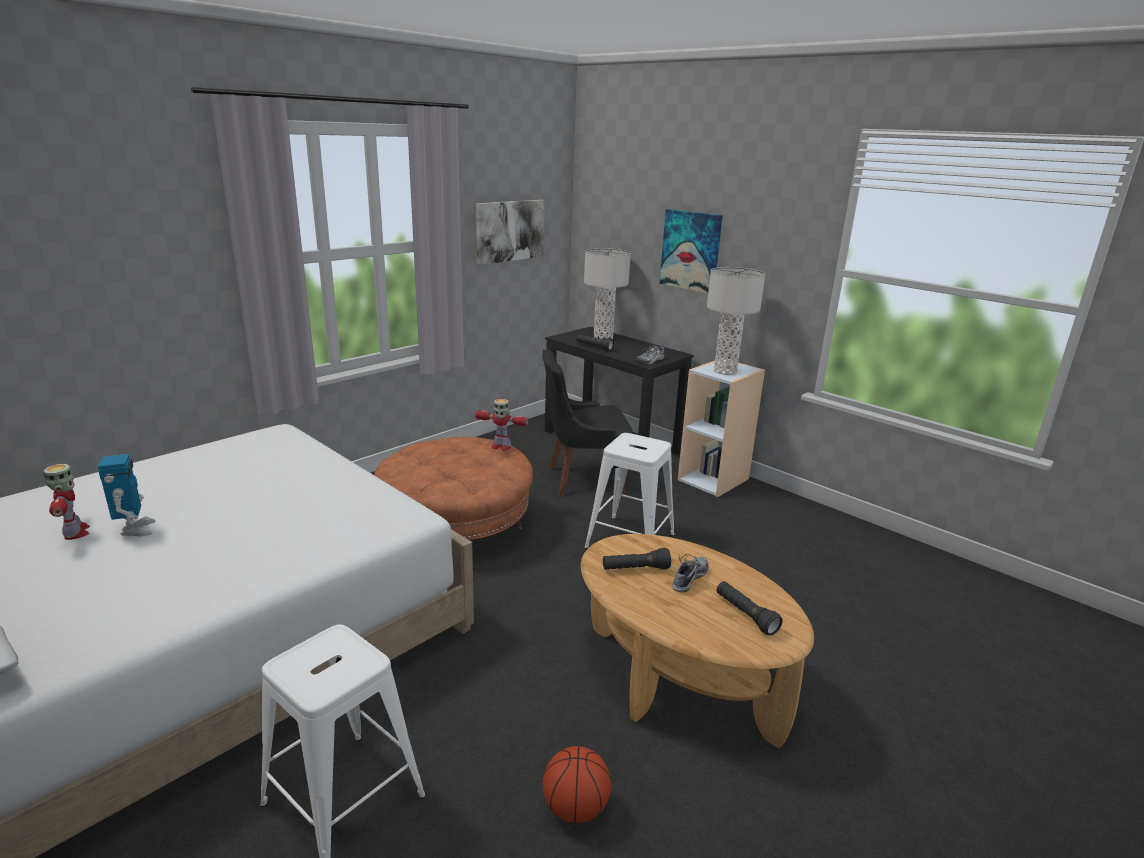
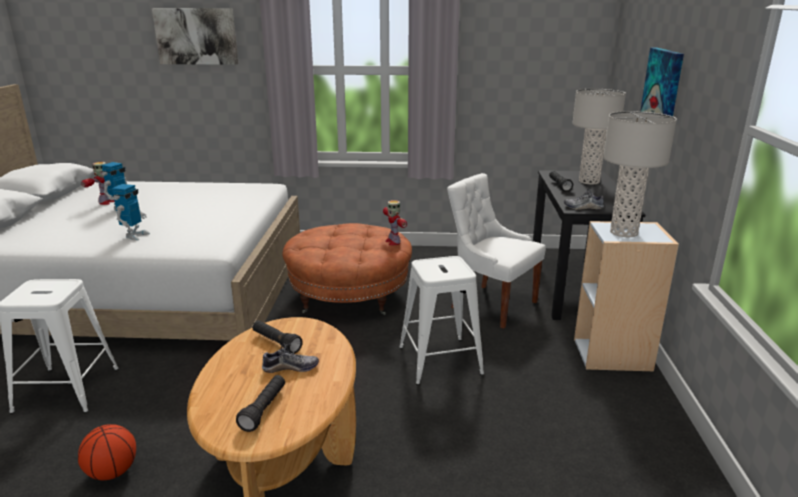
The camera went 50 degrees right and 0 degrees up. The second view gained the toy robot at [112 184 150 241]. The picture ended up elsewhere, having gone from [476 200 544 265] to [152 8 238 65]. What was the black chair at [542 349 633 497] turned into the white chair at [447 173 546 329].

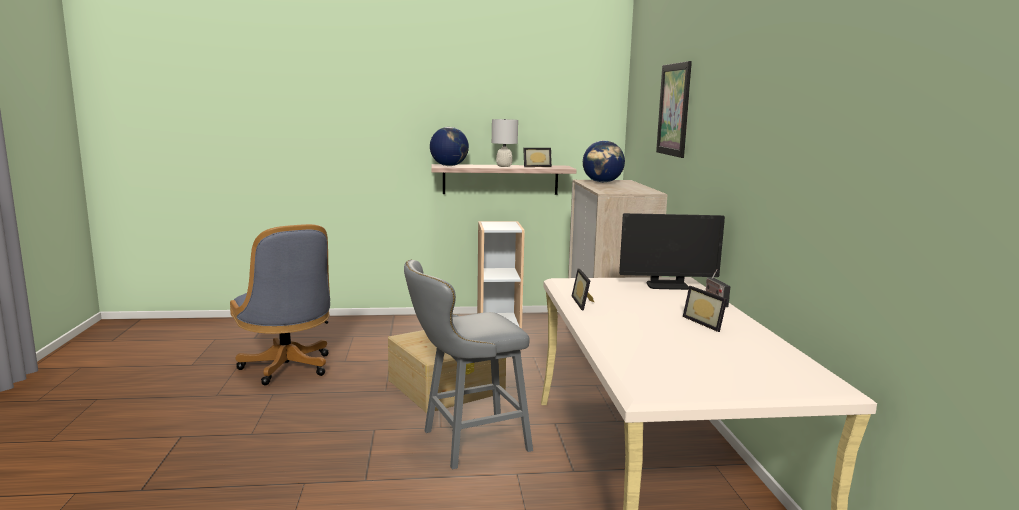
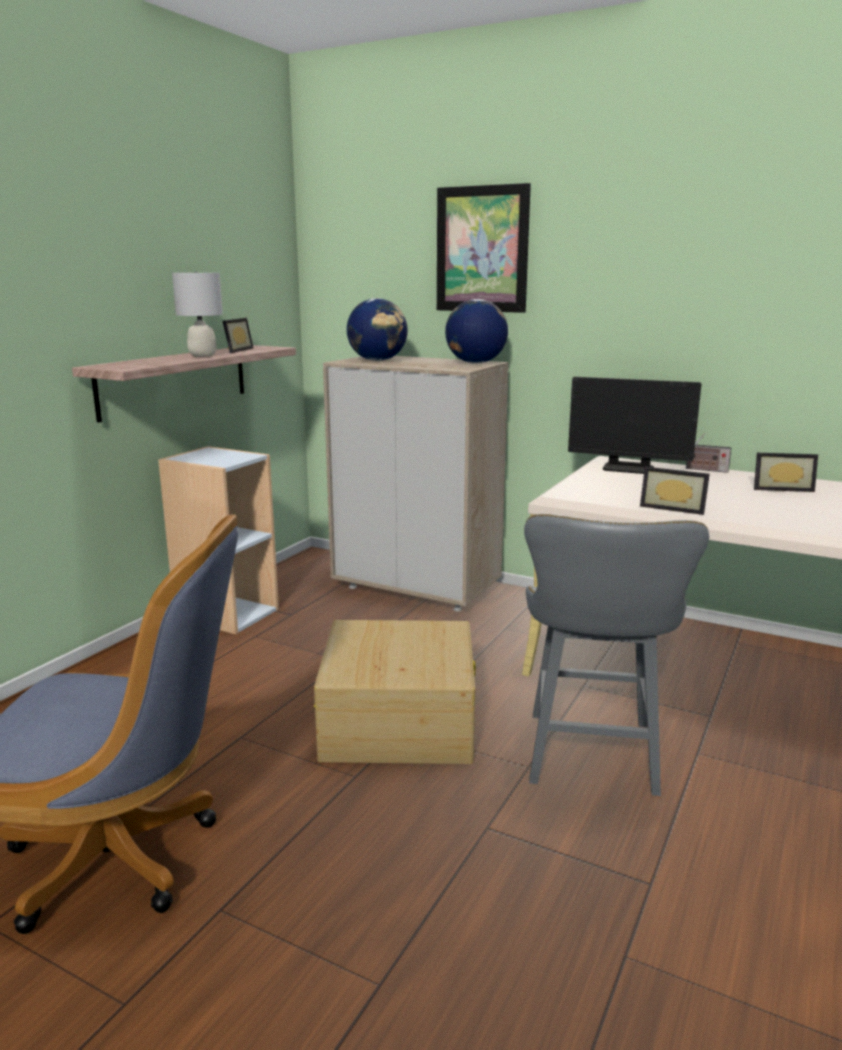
The camera went 55 degrees left and 5 degrees up. The globe ended up elsewhere, having gone from [430 127 469 166] to [445 299 508 364]. The monitor at [619 213 725 290] ended up facing another way, 75 degrees clockwise from before.

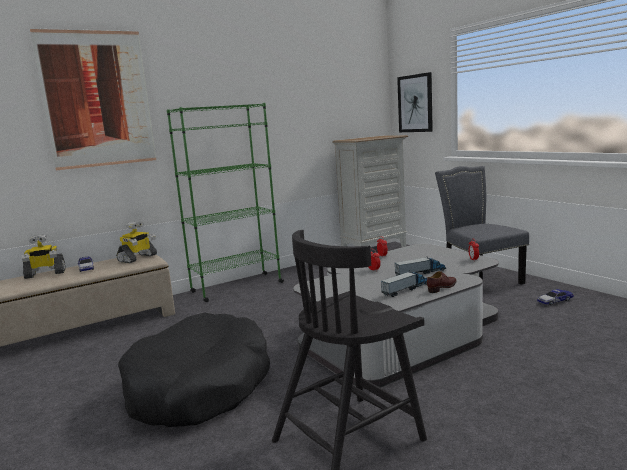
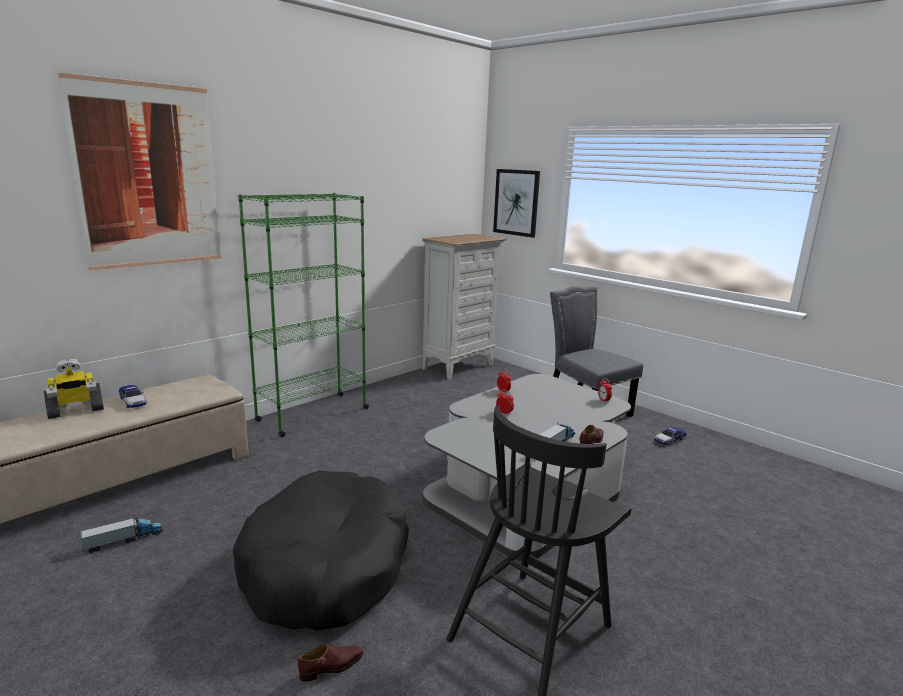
The camera went 15 degrees left and 5 degrees up. The toy truck ended up elsewhere, having gone from [395 256 446 275] to [80 516 163 553]. The second view gained the brown shoe at [298 643 363 682]. The second view lost the toy robot at [116 221 157 263].

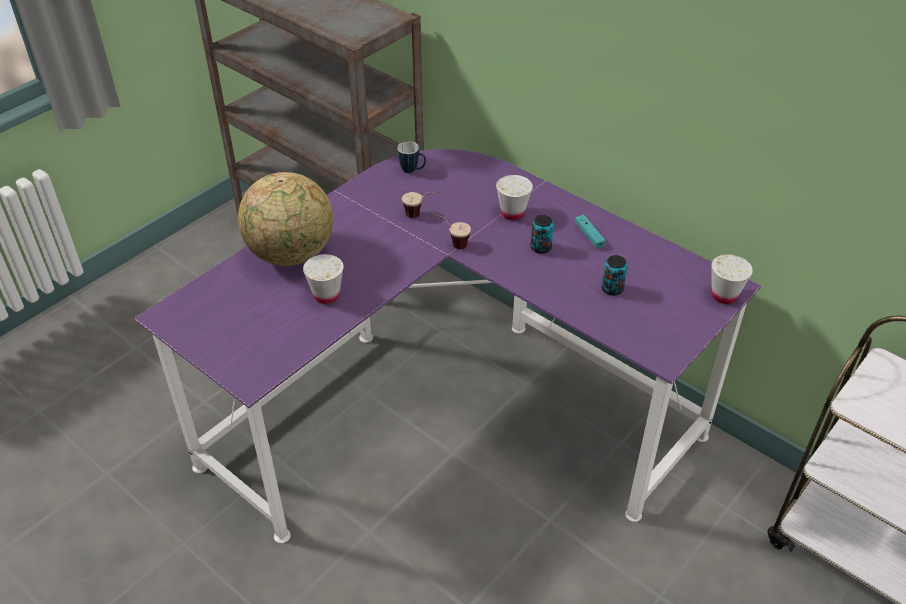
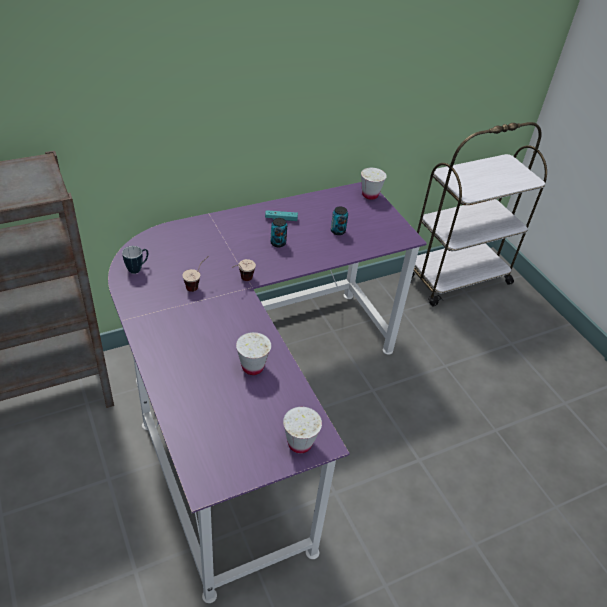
The camera went 70 degrees left and 0 degrees up. The white cup ended up elsewhere, having gone from [496 175 533 220] to [283 407 322 453]. The second view lost the globe at [238 172 333 266].

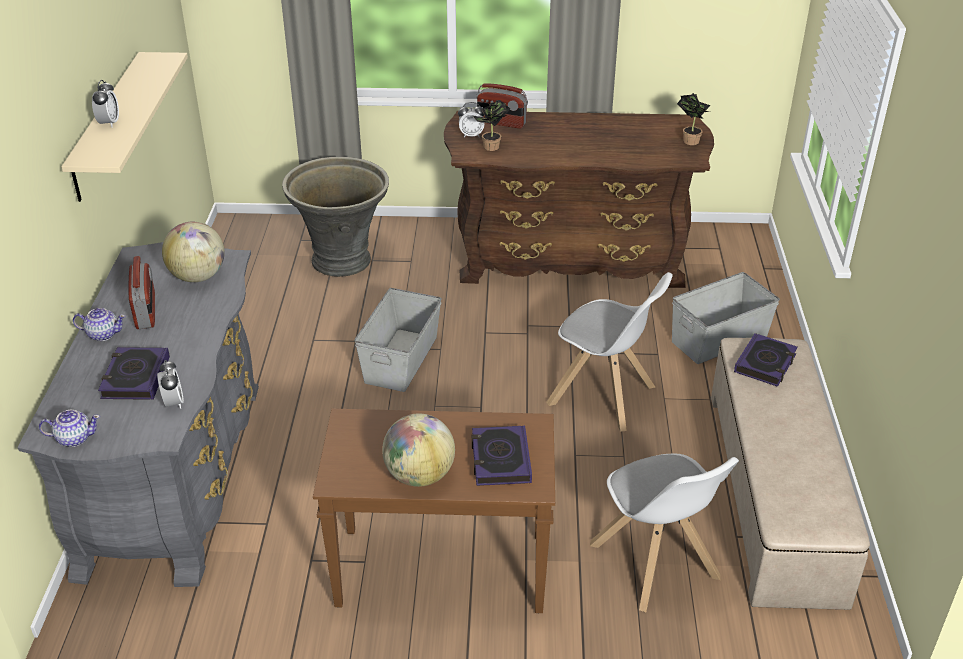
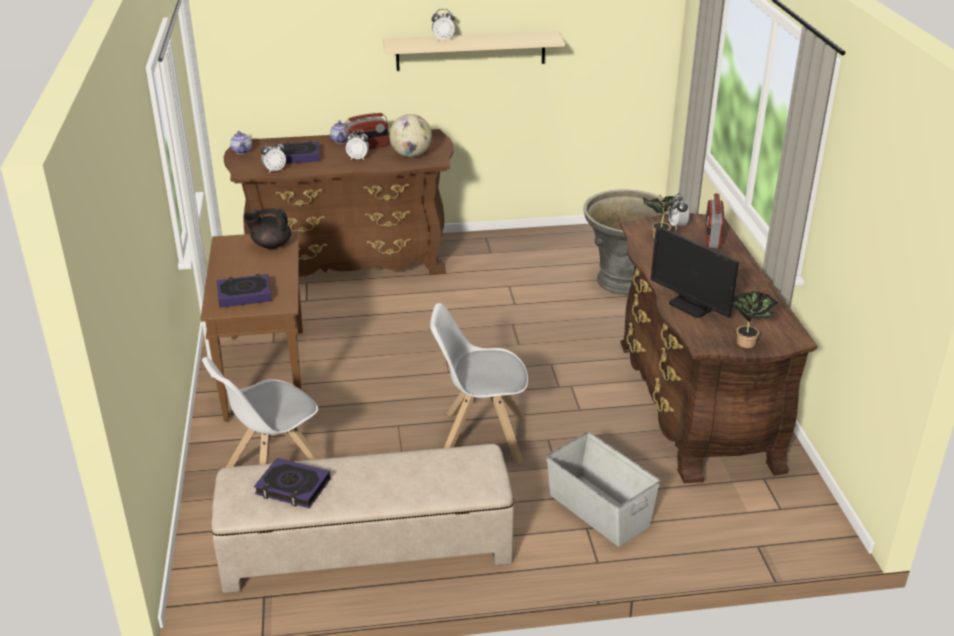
The camera went 80 degrees right and 5 degrees down. What was the grey dresser at [17 242 259 587] turned into the brown dresser at [224 129 454 277]. The second view gained the black teapot at [244 209 291 249]. The book ended up elsewhere, having gone from [734 333 798 387] to [254 458 331 508]. The second view gained the alarm clock at [345 129 369 160]. The chair at [546 272 673 432] ended up facing another way, 75 degrees clockwise from before. The second view gained the monitor at [651 226 739 318]. The second view lost the grey storage box at [354 288 442 392]. The second view lost the globe at [382 413 455 487].

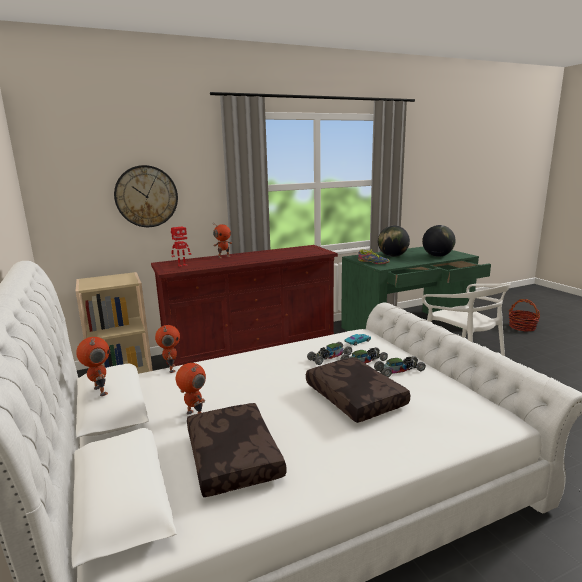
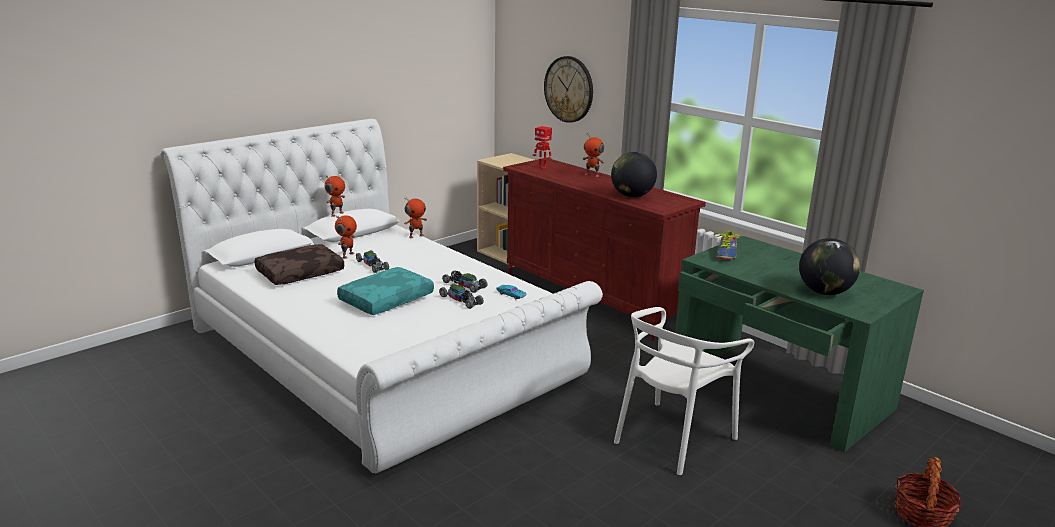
The camera went 70 degrees right and 5 degrees up. What was the brown pillow at [306 357 410 423] turned into the turquoise pillow at [337 267 434 315]. The toy car ended up elsewhere, having gone from [374 356 426 377] to [356 250 389 273]. The globe ended up elsewhere, having gone from [378 226 410 257] to [611 152 657 198].

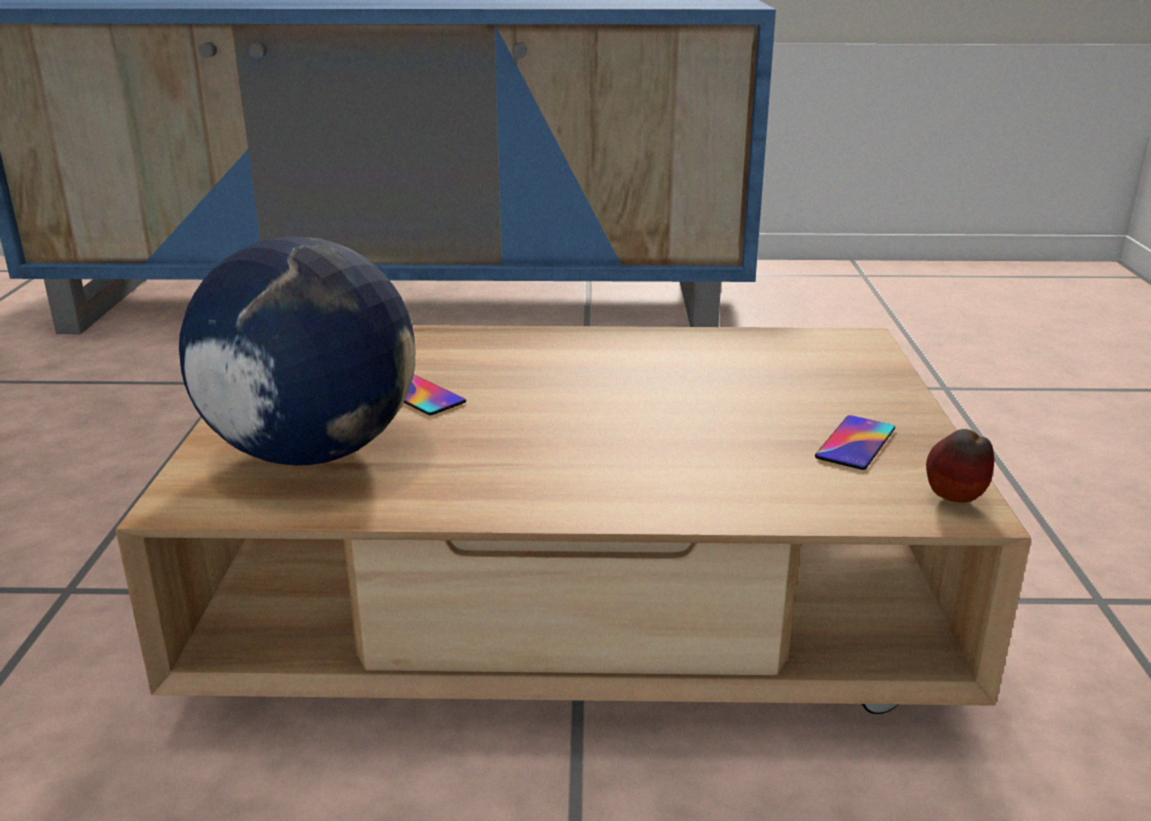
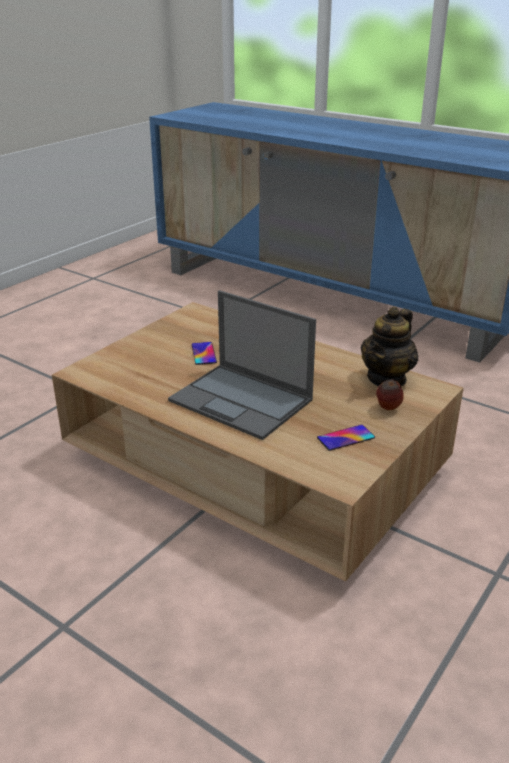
The camera went 35 degrees right and 5 degrees up. The second view gained the laptop at [168 290 316 440]. The second view gained the teapot at [361 306 418 386]. The apple ended up elsewhere, having gone from [926 429 994 503] to [376 379 404 410]. The second view lost the globe at [179 236 415 466].

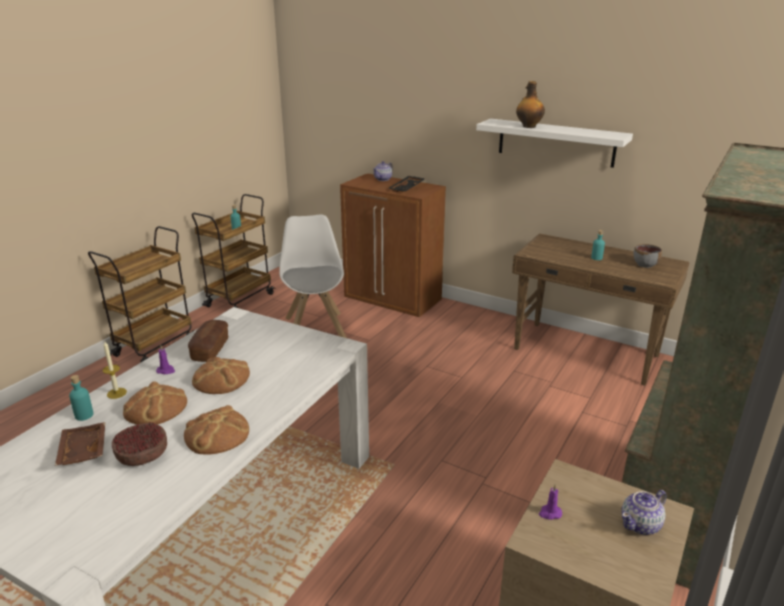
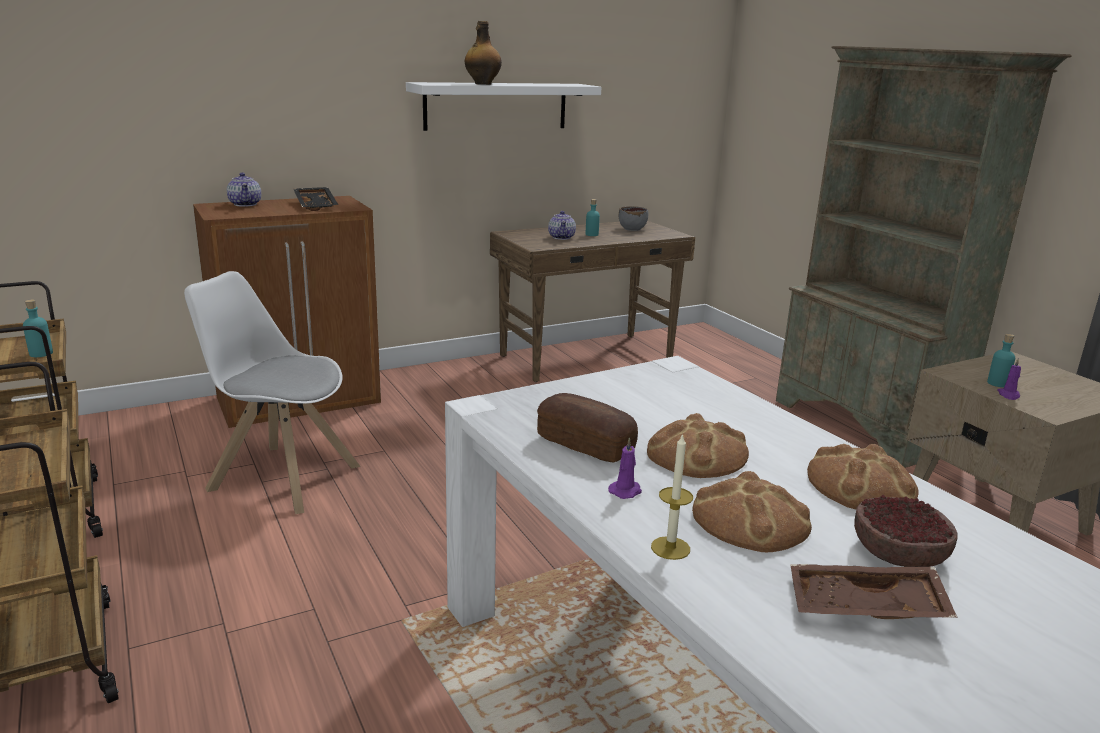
The camera went 60 degrees left and 5 degrees down. The teapot ended up elsewhere, having gone from [622 490 666 535] to [548 211 576 240]. The turquoise bottle ended up elsewhere, having gone from [69 375 93 421] to [987 334 1015 387].

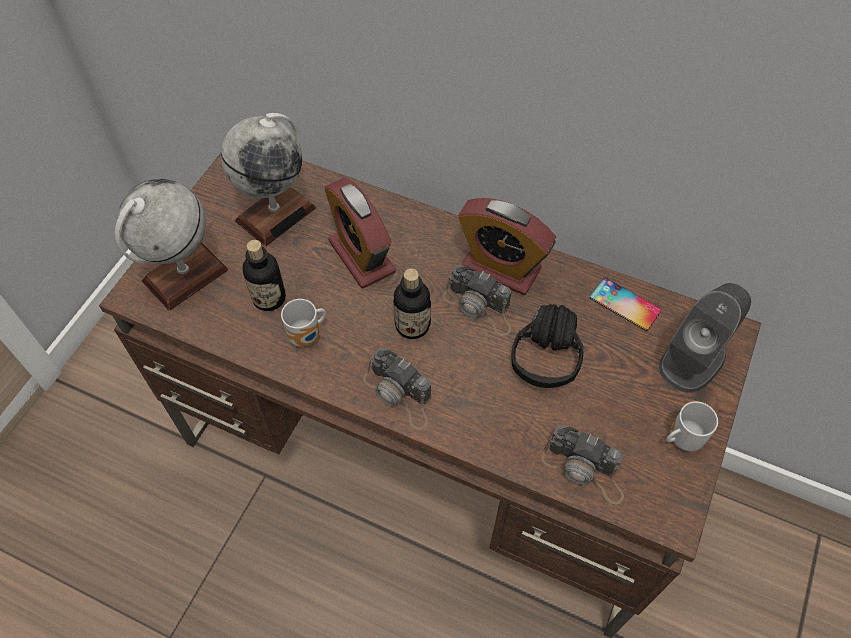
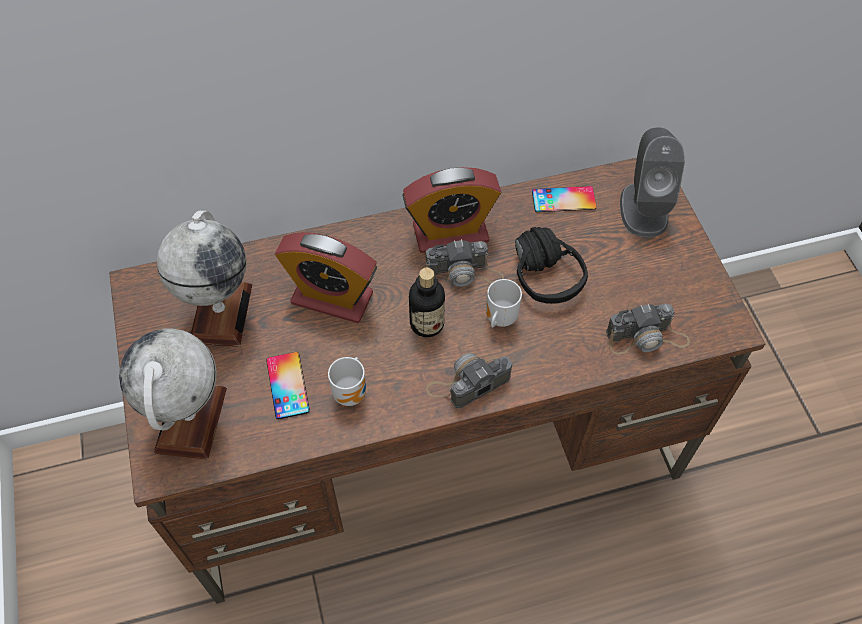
The camera went 40 degrees left and 0 degrees up. Where the bottle stood at [242 240 286 311], the phone came to stand at [266 352 310 419]. The photo camera at [363 348 431 430] ended up facing another way, 150 degrees clockwise from before. The mug ended up elsewhere, having gone from [666 401 718 451] to [486 279 522 327].

